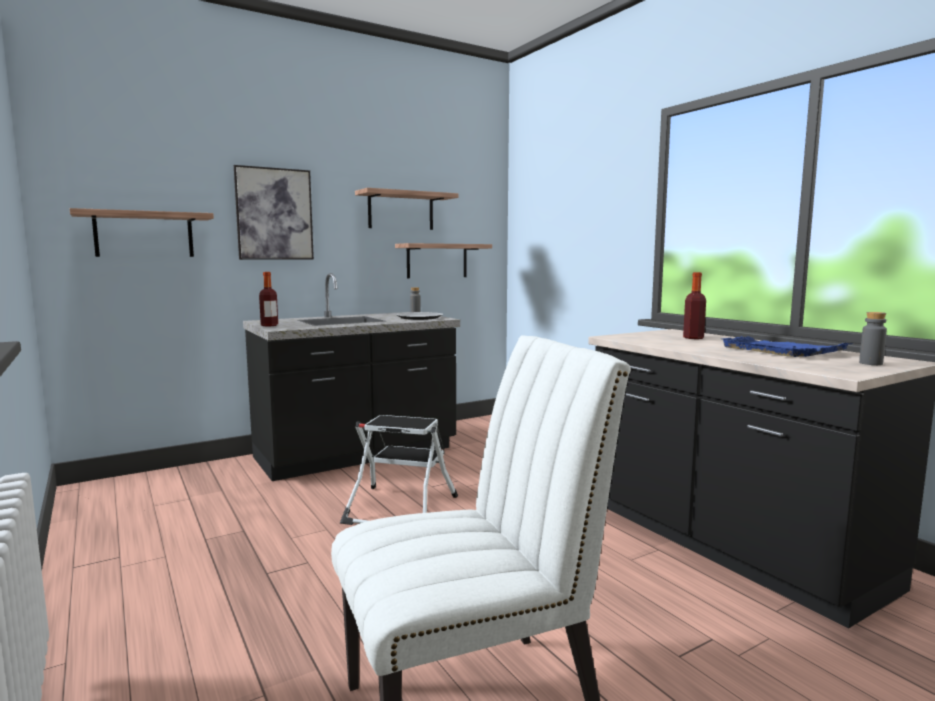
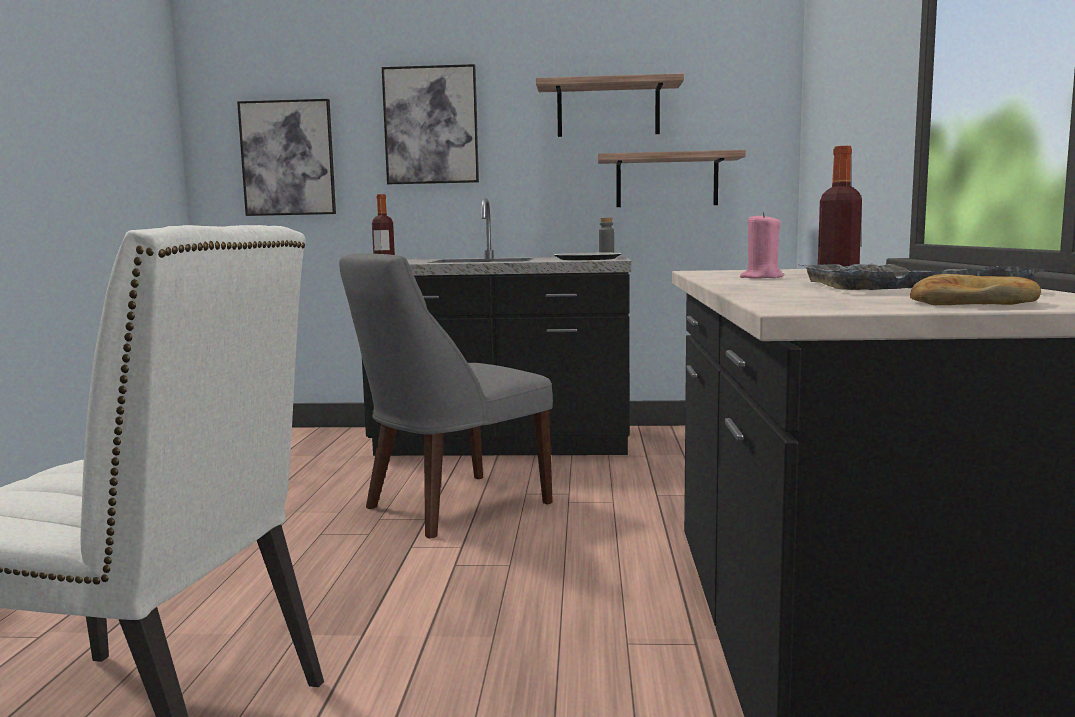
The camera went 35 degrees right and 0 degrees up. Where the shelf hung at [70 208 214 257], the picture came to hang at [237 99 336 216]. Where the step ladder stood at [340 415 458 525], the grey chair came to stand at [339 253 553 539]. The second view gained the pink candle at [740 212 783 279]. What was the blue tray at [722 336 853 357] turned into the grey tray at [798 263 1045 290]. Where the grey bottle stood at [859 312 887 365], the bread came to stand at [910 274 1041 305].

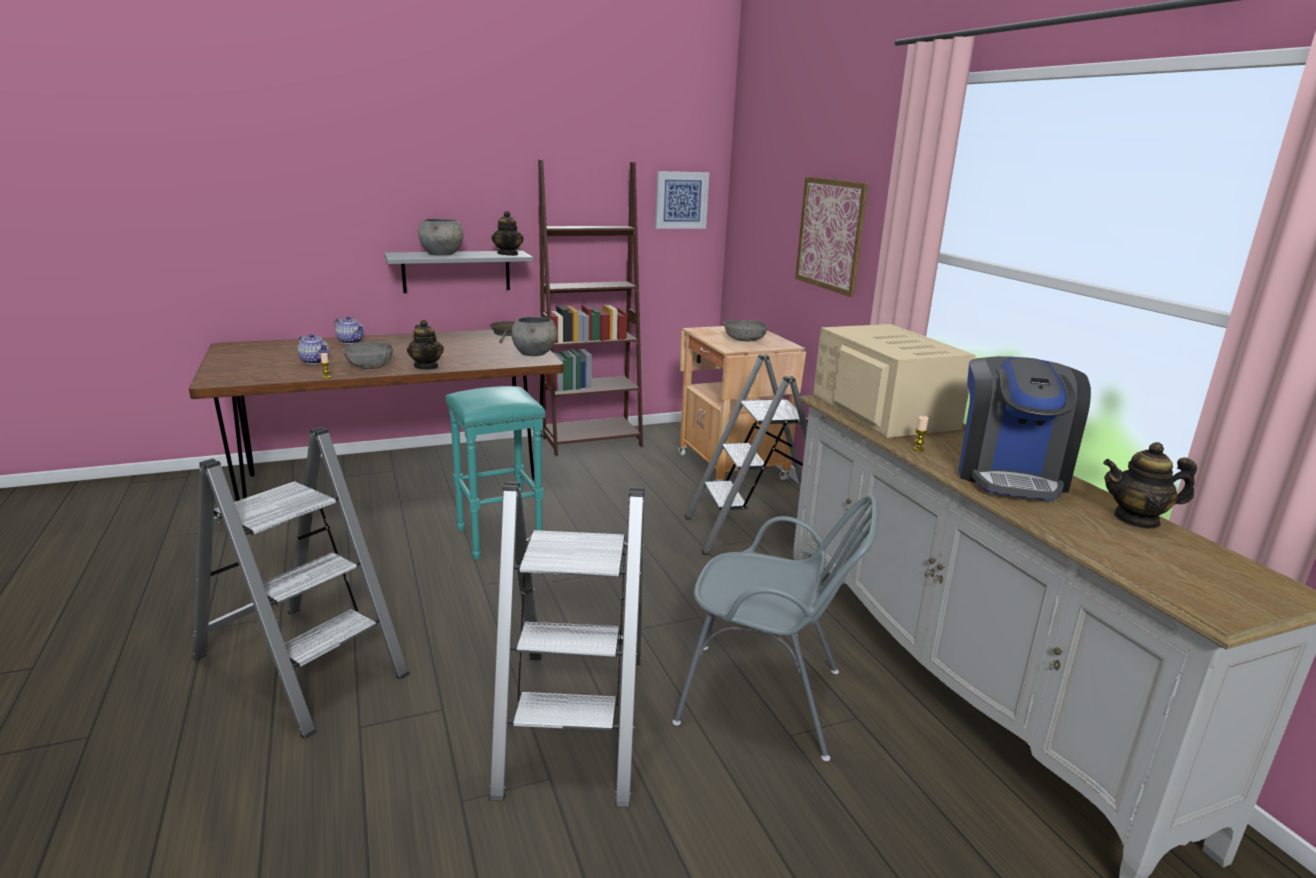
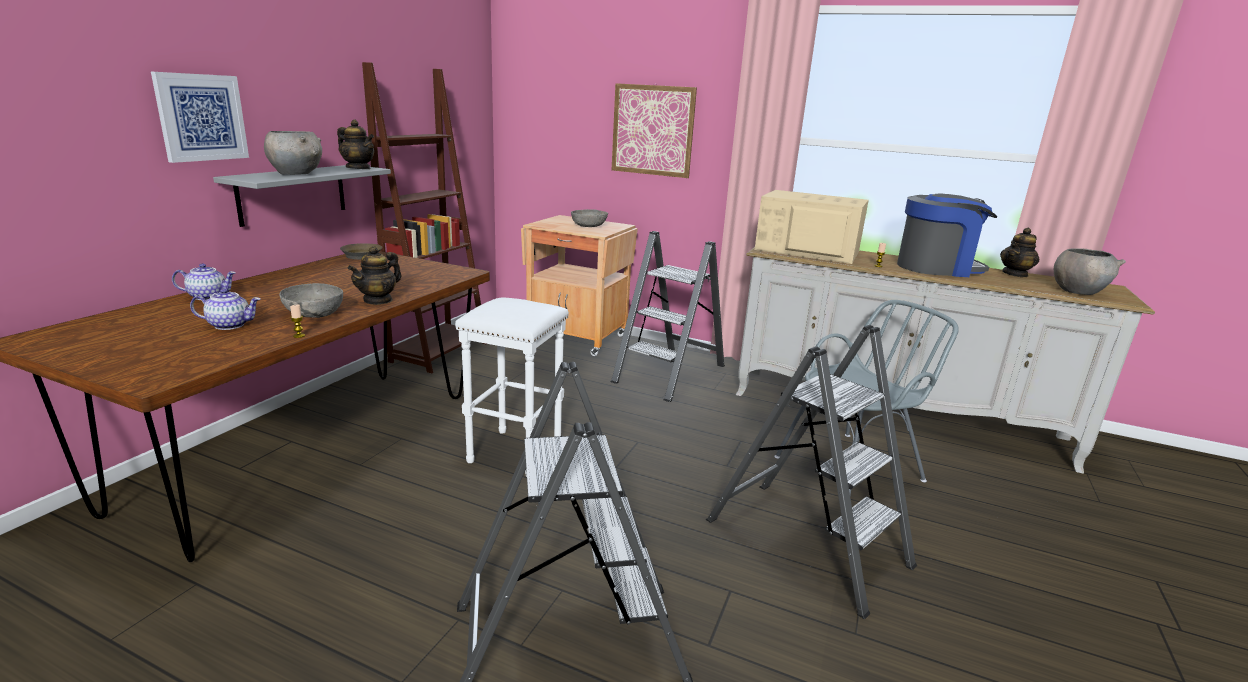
The camera went 45 degrees left and 0 degrees up. The picture ended up elsewhere, having gone from [655 171 709 229] to [151 72 249 163]. The teapot at [407 320 444 370] ended up facing another way, 105 degrees clockwise from before. What was the turquoise stool at [446 386 546 559] turned into the white stool at [455 298 569 477]. The coffee machine at [958 356 1091 501] ended up facing another way, 60 degrees counterclockwise from before. The grey bowl ended up elsewhere, having gone from [512 317 557 356] to [1054 248 1126 295].

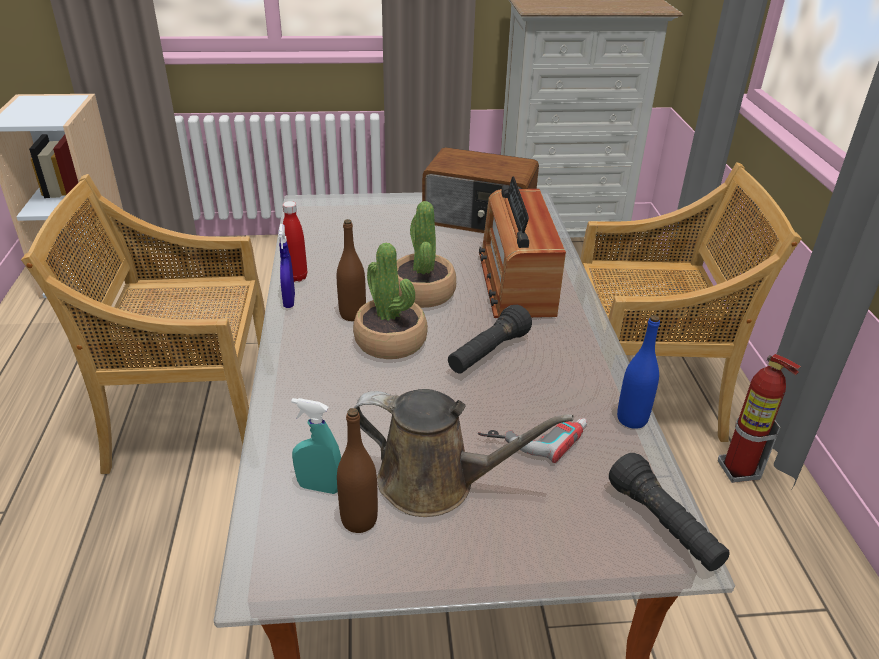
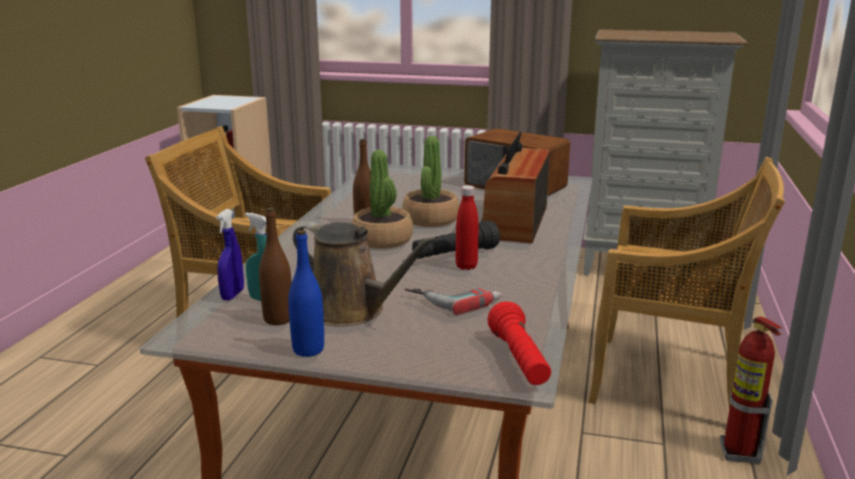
The camera went 20 degrees right and 15 degrees down. The blue spray bottle ended up elsewhere, having gone from [278 224 295 308] to [216 209 244 300]. The blue bottle ended up elsewhere, having gone from [617 315 660 429] to [288 230 324 357]. The red bottle ended up elsewhere, having gone from [283 201 307 282] to [455 185 479 270]. What was the black flashlight at [609 453 730 571] turned into the red flashlight at [487 302 551 385].

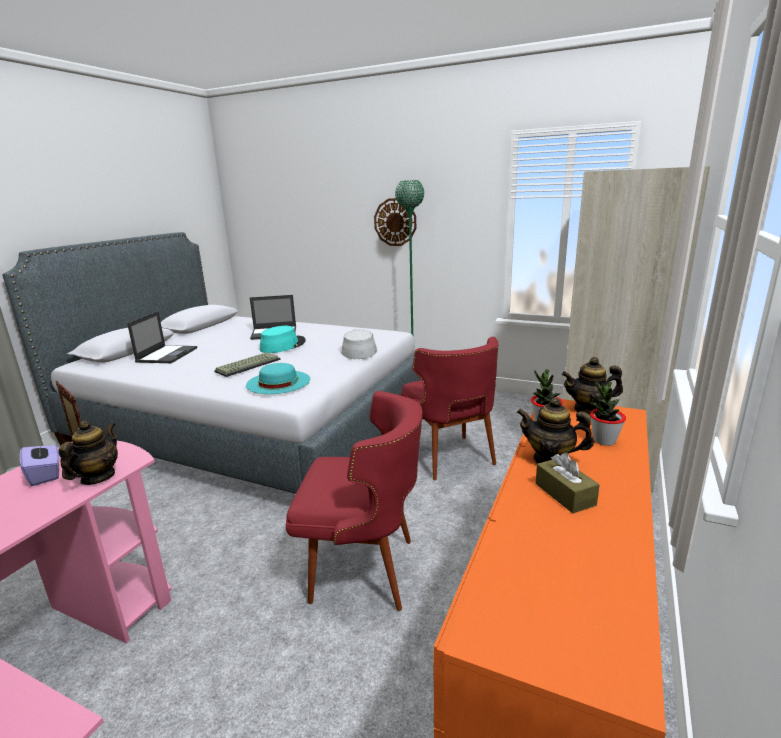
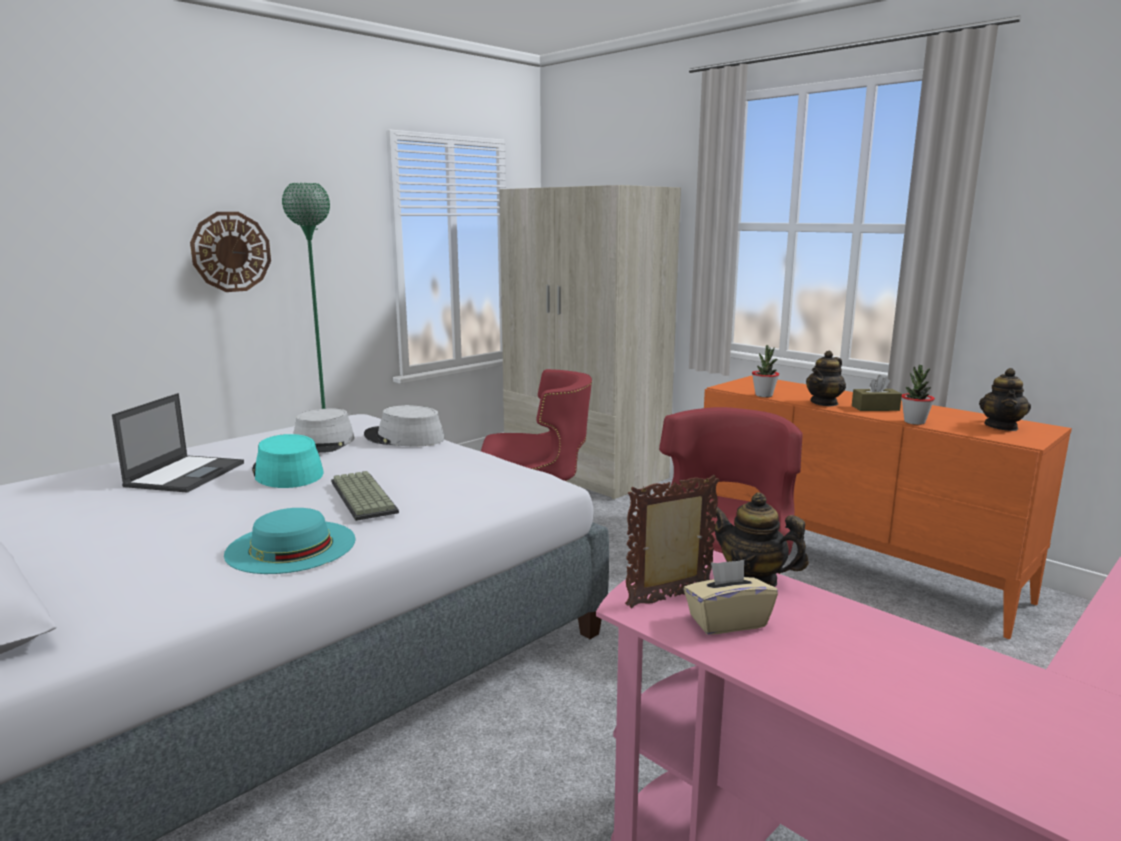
The camera went 70 degrees left and 5 degrees down. The turquoise hat ended up elsewhere, having gone from [246 363 310 394] to [224 508 356 574]. The second view gained the grey hat at [294 408 354 453]. What was the purple tissue box at [20 439 59 486] turned into the beige tissue box at [683 560 778 635]. The potted plant ended up elsewhere, having gone from [590 379 626 446] to [901 365 935 425]. The teapot ended up elsewhere, having gone from [562 357 623 415] to [979 368 1031 431]. The second view lost the laptop at [127 311 197 363].

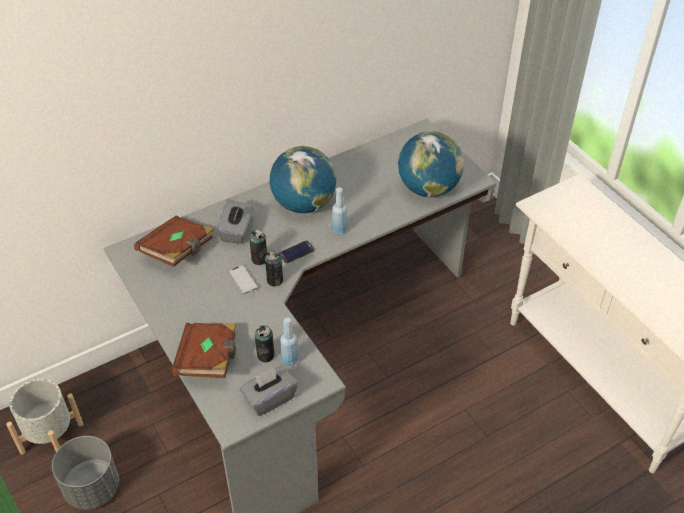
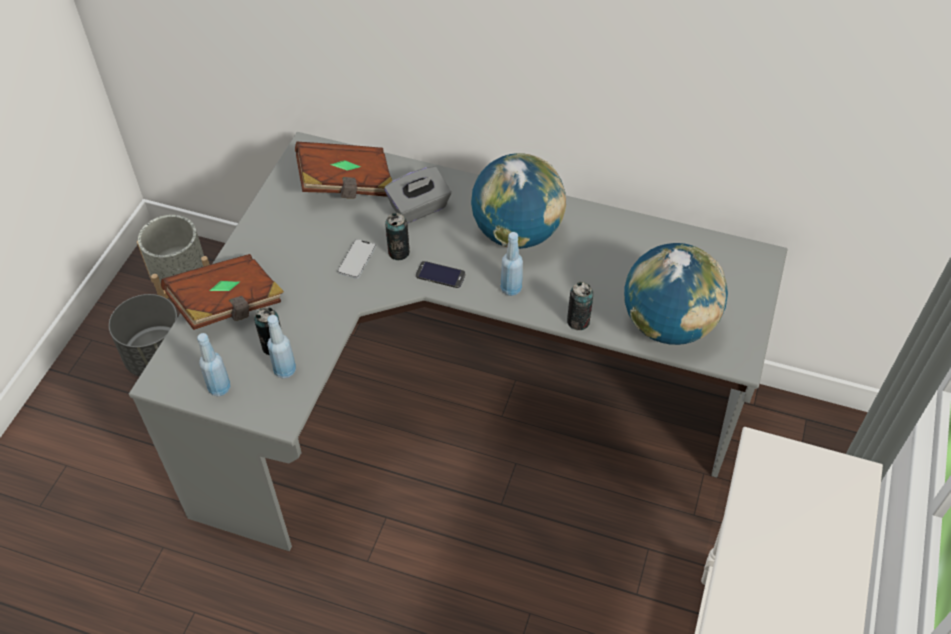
The camera went 50 degrees right and 5 degrees up. Where the grey tissue box stood at [240 366 298 416], the blue bottle came to stand at [197 333 230 396]. The can ended up elsewhere, having gone from [265 251 283 287] to [567 282 594 330].

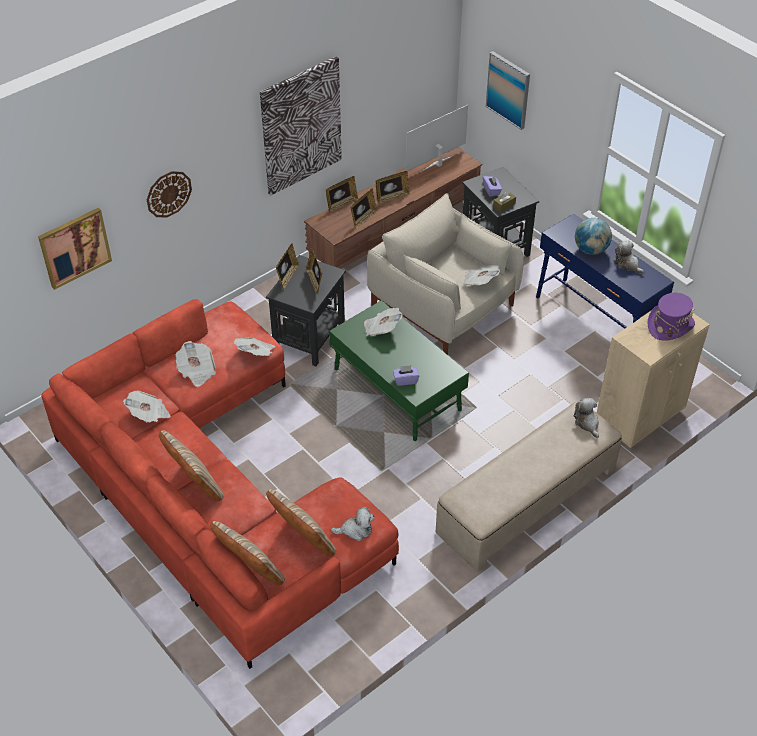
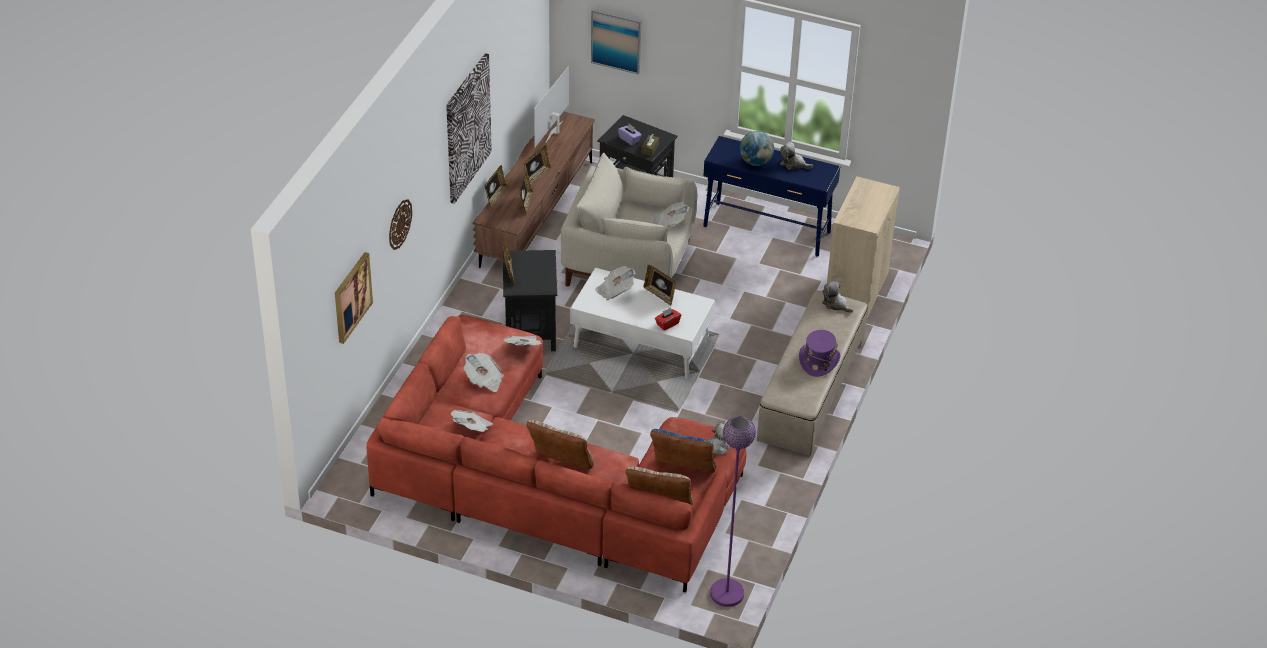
The camera went 30 degrees left and 5 degrees down. What was the green coffee table at [329 300 469 441] turned into the white coffee table at [570 268 715 379]. The picture frame ended up elsewhere, having gone from [306 248 322 294] to [643 265 676 306]. What was the beige pillow at [266 489 336 557] turned into the blue pillow at [650 429 716 473]. What was the purple tissue box at [393 365 419 386] turned into the red tissue box at [655 308 681 331]. The second view gained the purple floor lamp at [710 416 756 607]. The purple hat ended up elsewhere, having gone from [648 293 695 341] to [799 330 841 377].

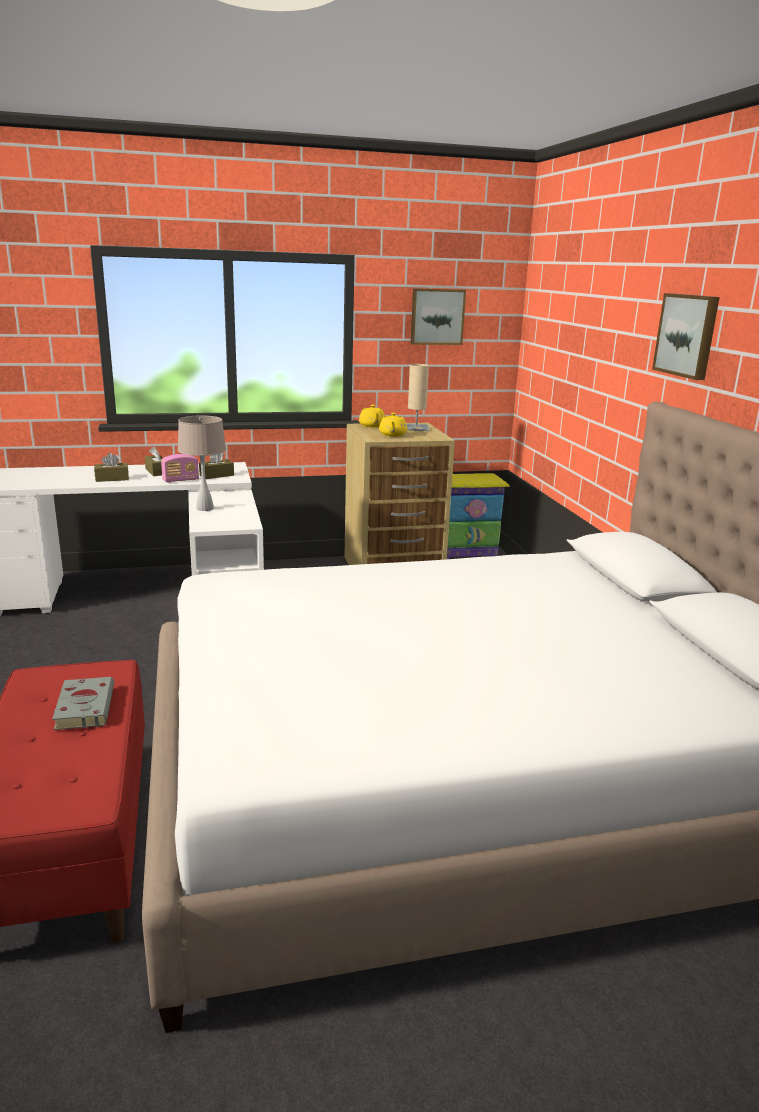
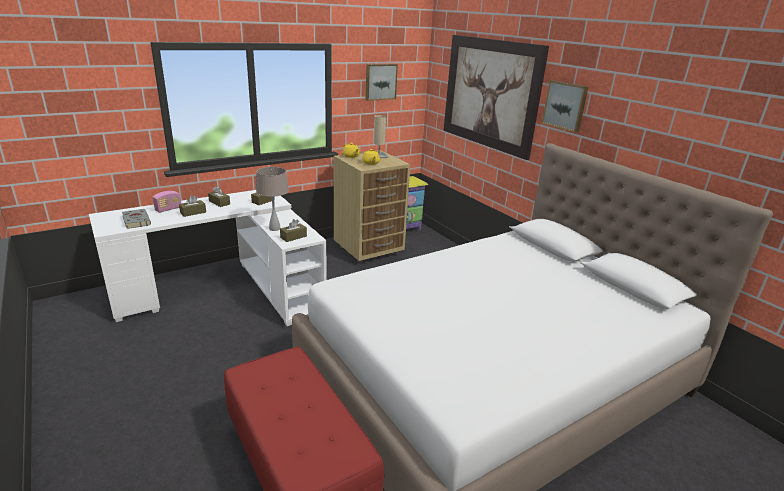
The camera went 20 degrees left and 5 degrees up. The grey book ended up elsewhere, having gone from [52 677 114 730] to [122 209 151 229]. The radio ended up elsewhere, having gone from [161 454 199 483] to [153 191 181 213]. The second view gained the brown tissue box at [280 219 307 242]. The second view gained the picture at [444 35 549 160].

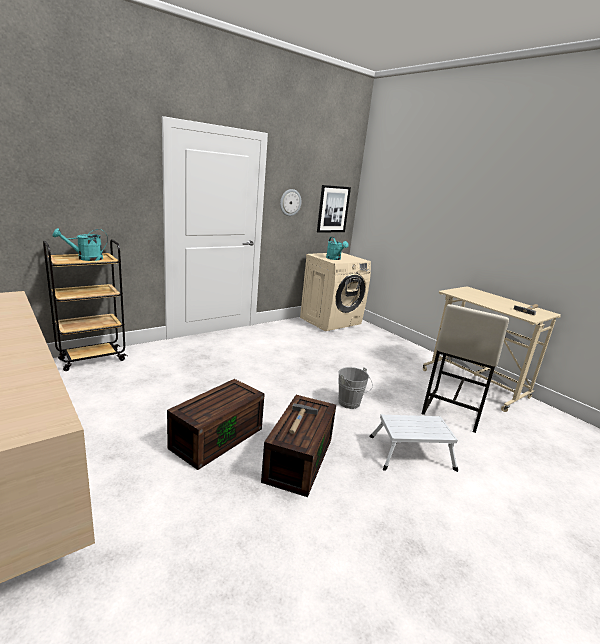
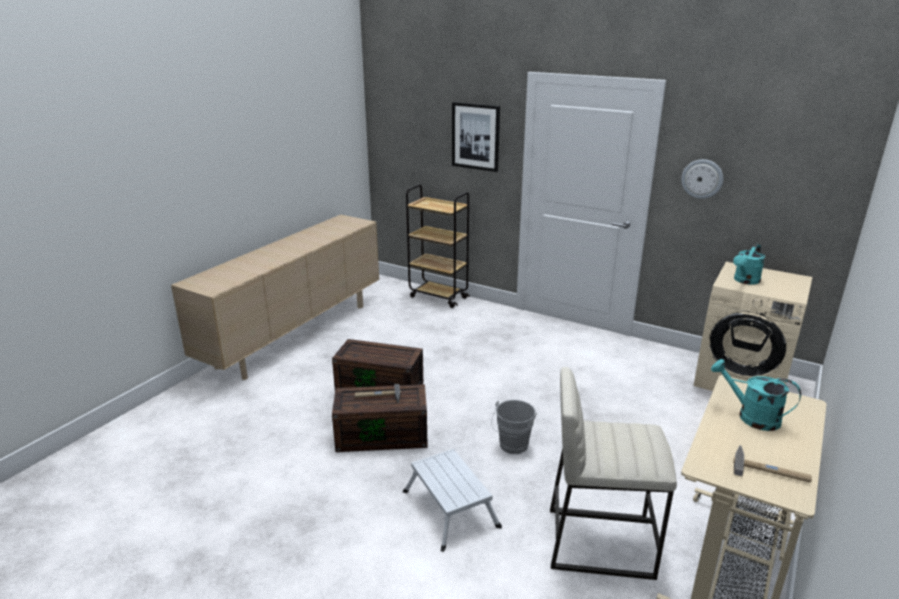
The camera went 70 degrees right and 5 degrees up. The picture ended up elsewhere, having gone from [317 185 351 233] to [452 102 500 172]. The turquoise watering can ended up elsewhere, having gone from [53 228 108 261] to [711 359 801 431].

